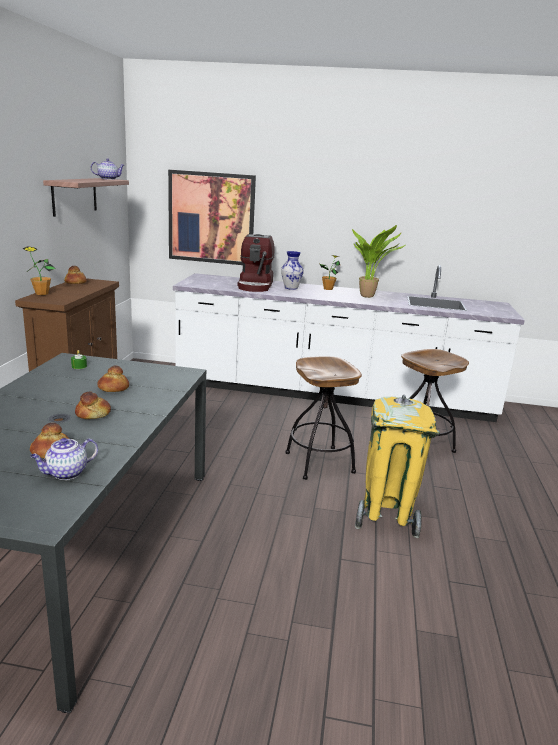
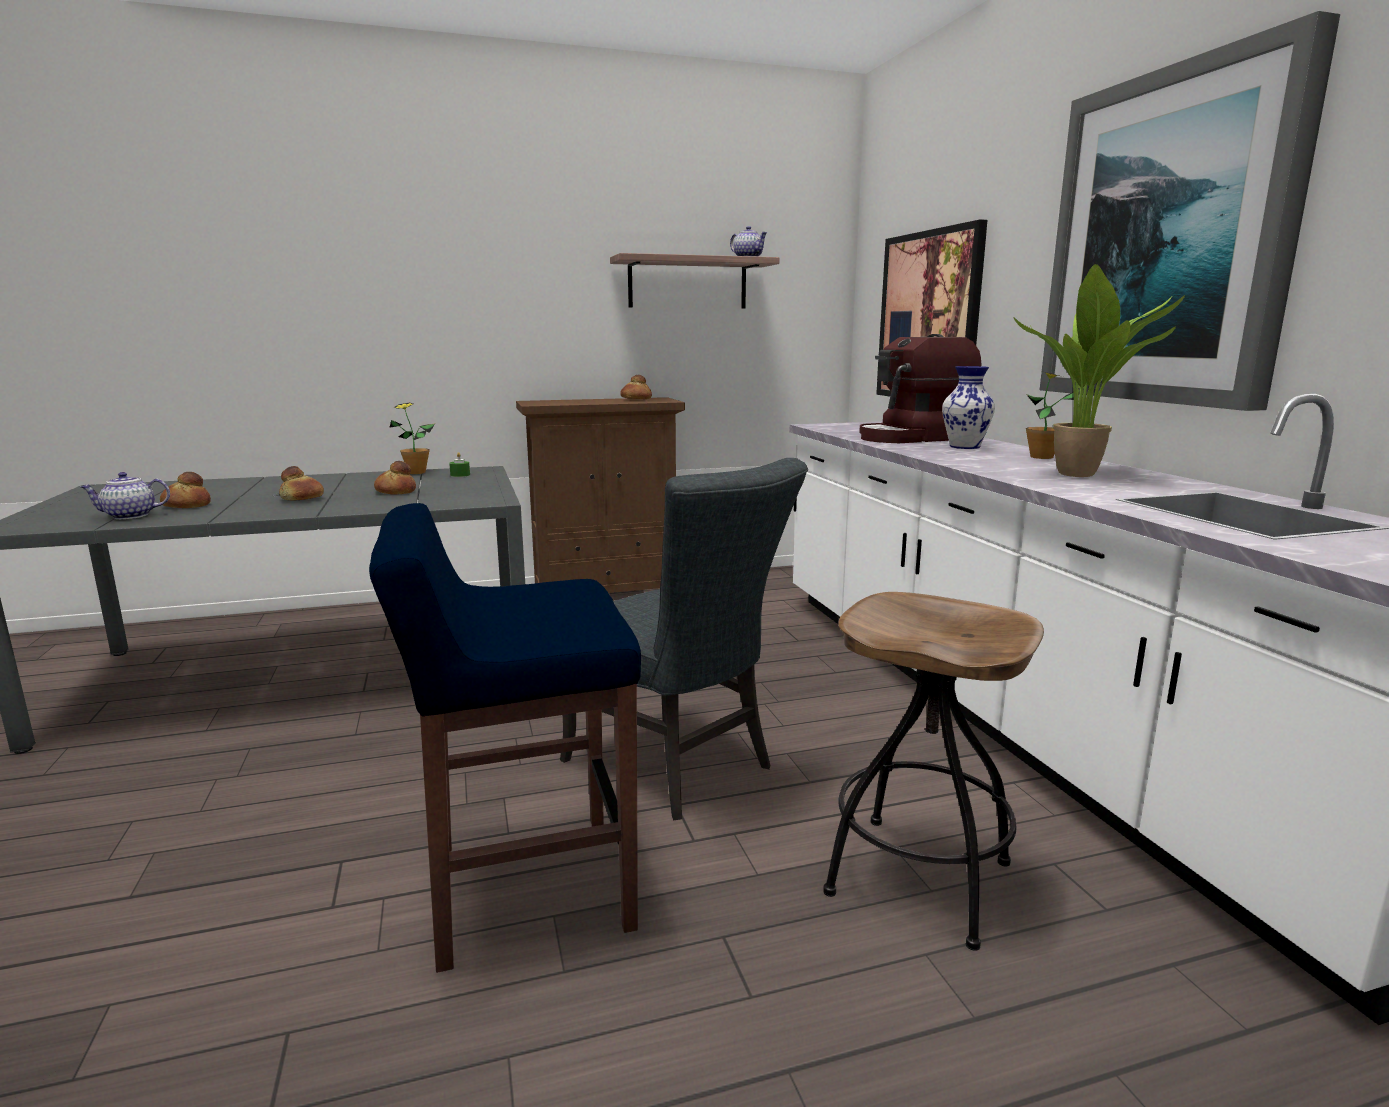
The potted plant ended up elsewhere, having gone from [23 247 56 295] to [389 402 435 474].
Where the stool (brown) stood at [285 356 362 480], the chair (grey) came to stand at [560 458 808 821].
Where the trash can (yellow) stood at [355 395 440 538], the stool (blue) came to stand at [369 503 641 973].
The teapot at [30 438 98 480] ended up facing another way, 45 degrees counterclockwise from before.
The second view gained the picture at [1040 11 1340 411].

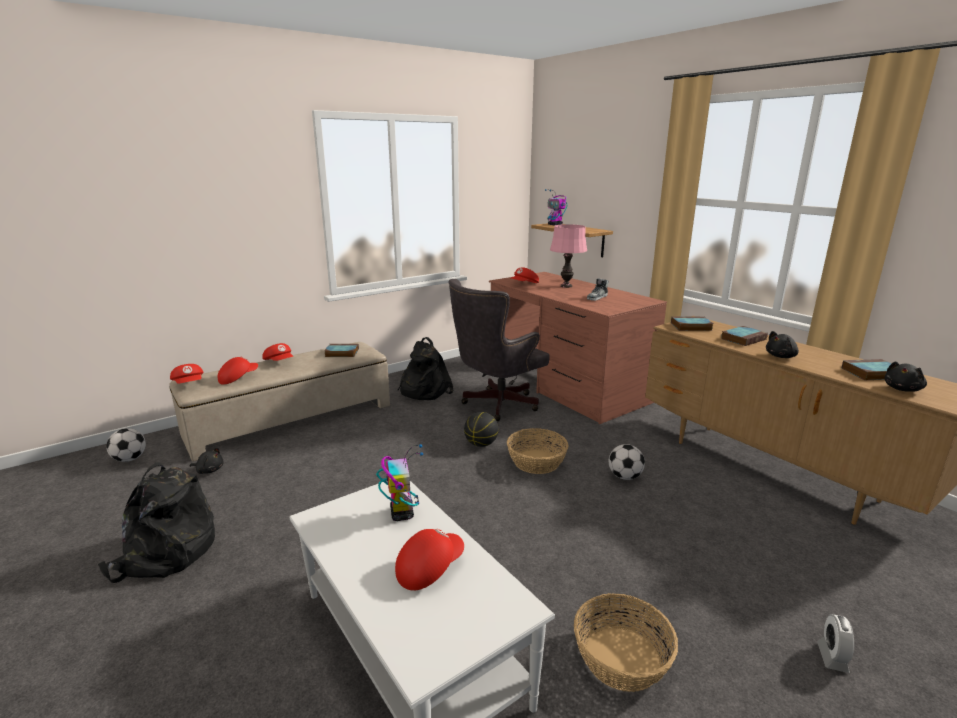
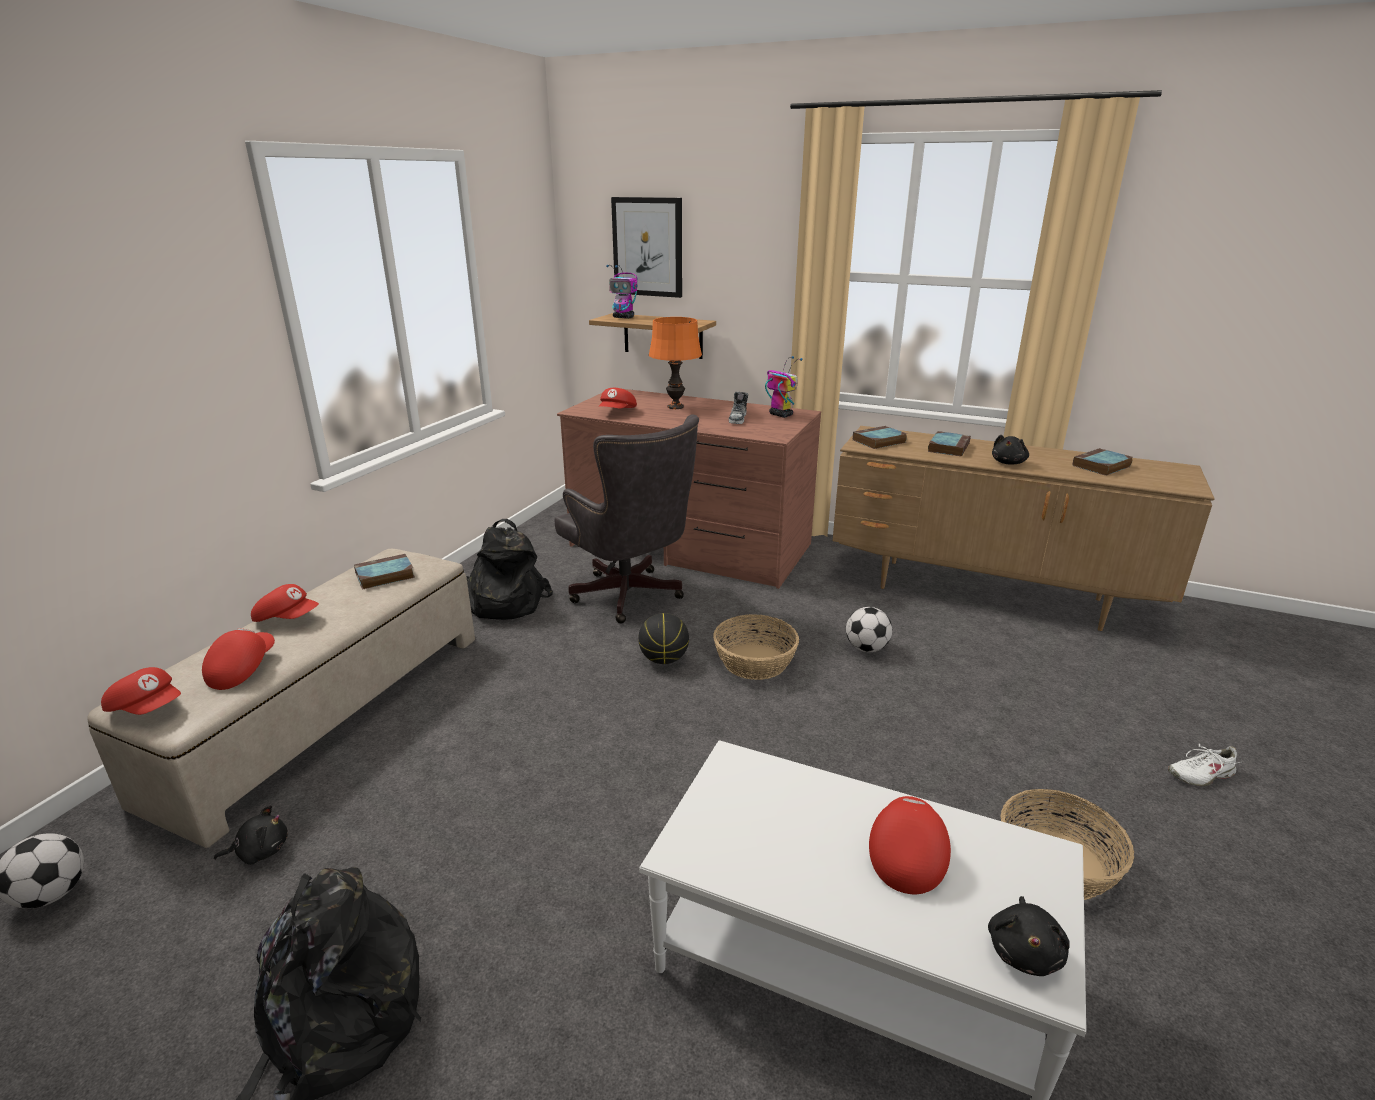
What was the table lamp (pink) at [550 224 587 288] turned into the table lamp (orange) at [649 317 702 409].
The office chair (grey) at [449 279 550 421] ended up facing another way, 60 degrees counterclockwise from before.
The plush toy (black) ended up elsewhere, having gone from [885 361 927 392] to [988 896 1070 976].
The toy robot ended up elsewhere, having gone from [376 444 423 521] to [765 356 803 418].
Where the alarm clock stood at [817 614 854 673], the shoe (white) came to stand at [1168 743 1240 786].
The second view gained the picture at [611 197 682 298].

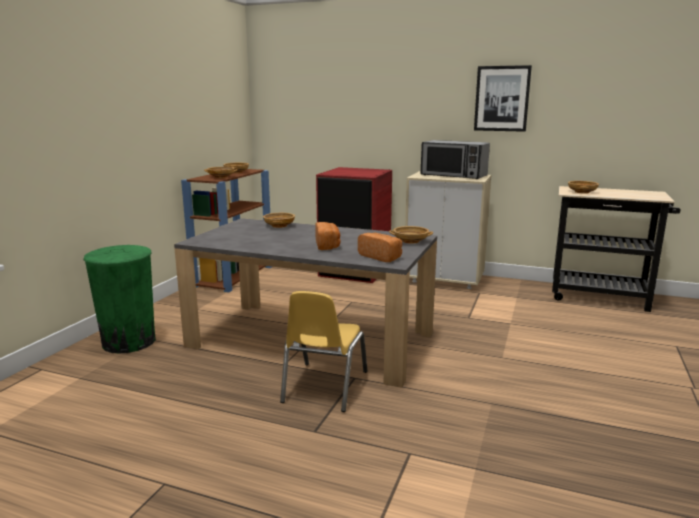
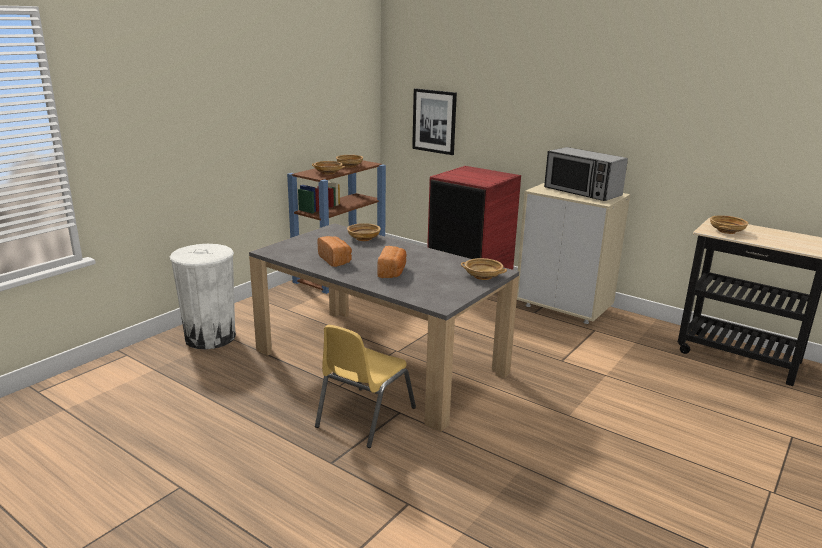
The picture ended up elsewhere, having gone from [474 65 532 132] to [412 88 457 155].
The bread ended up elsewhere, having gone from [358 233 402 262] to [318 236 352 267].
What was the trash can (green) at [83 245 156 354] turned into the trash can (white) at [170 244 236 349].

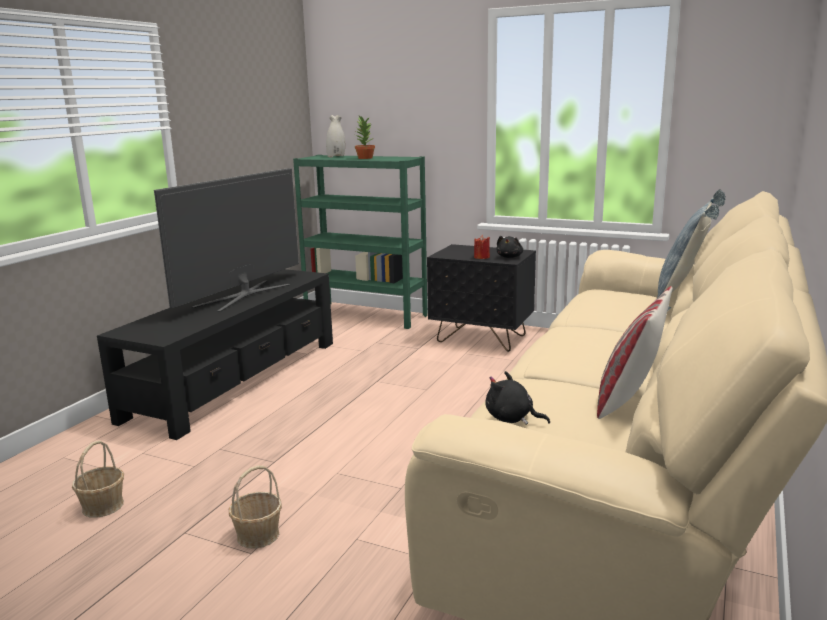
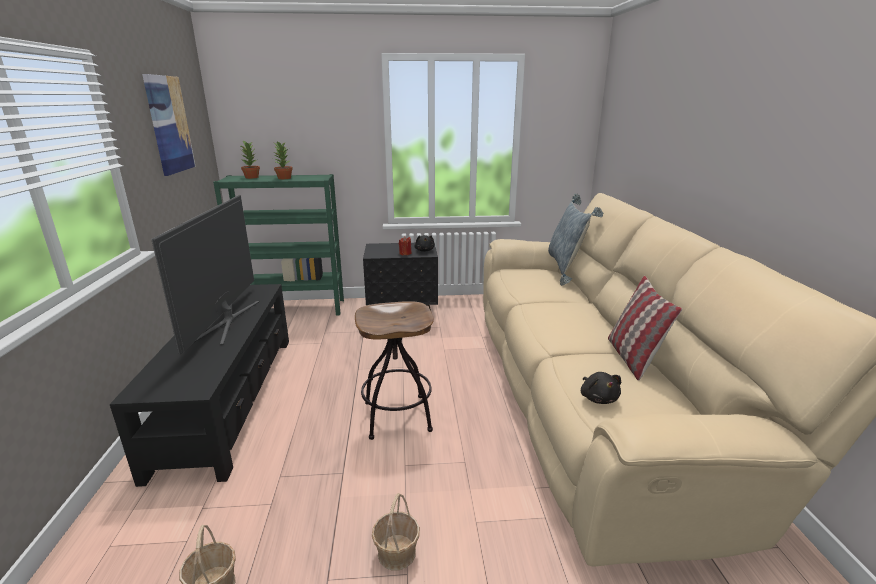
Where the vase (white) stood at [326 115 345 158], the potted plant came to stand at [239 140 260 179].
The plush toy (black) at [485 371 550 425] ended up facing another way, 105 degrees counterclockwise from before.
The second view gained the picture at [142 74 196 176].
The second view gained the stool (brown) at [355 301 434 440].

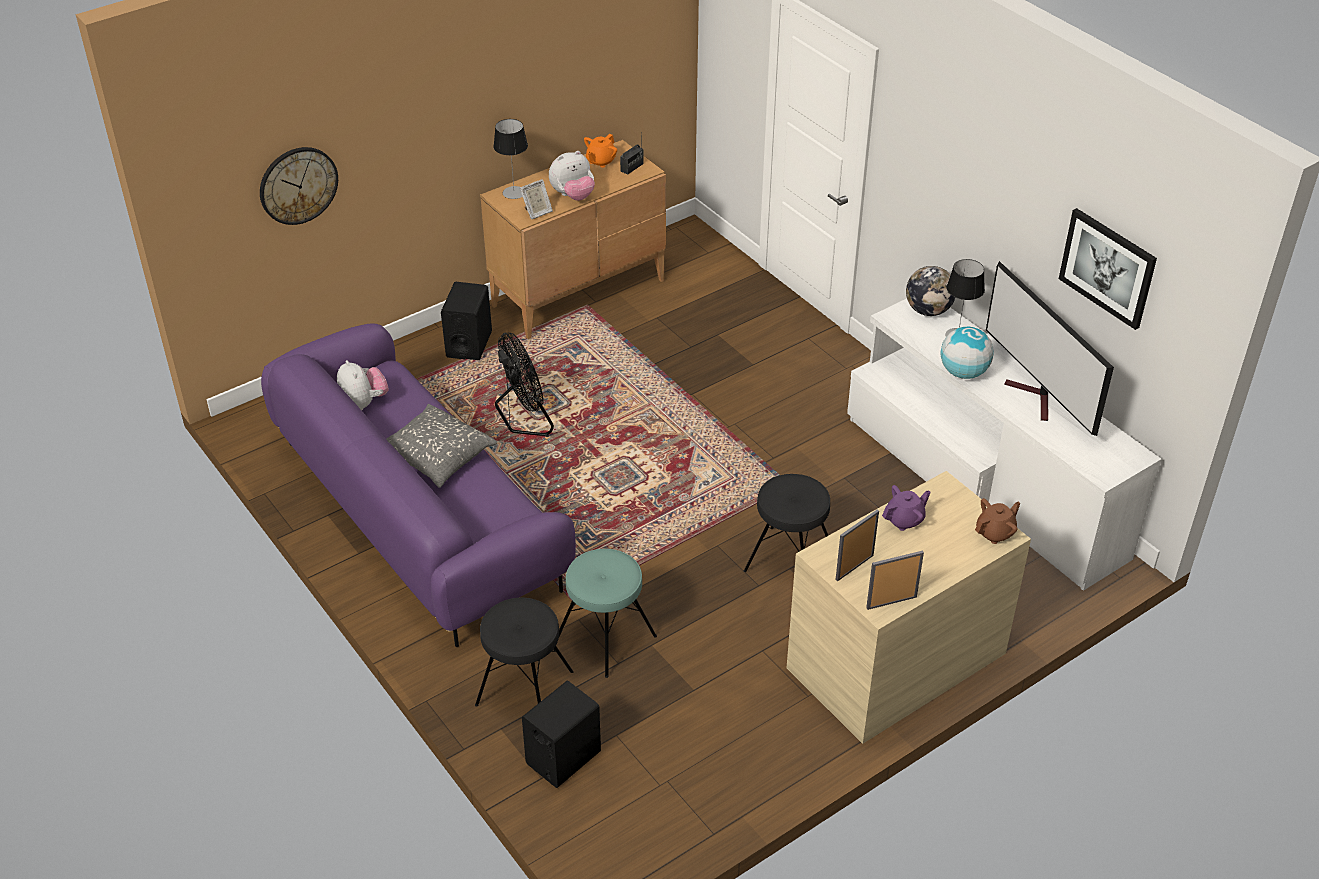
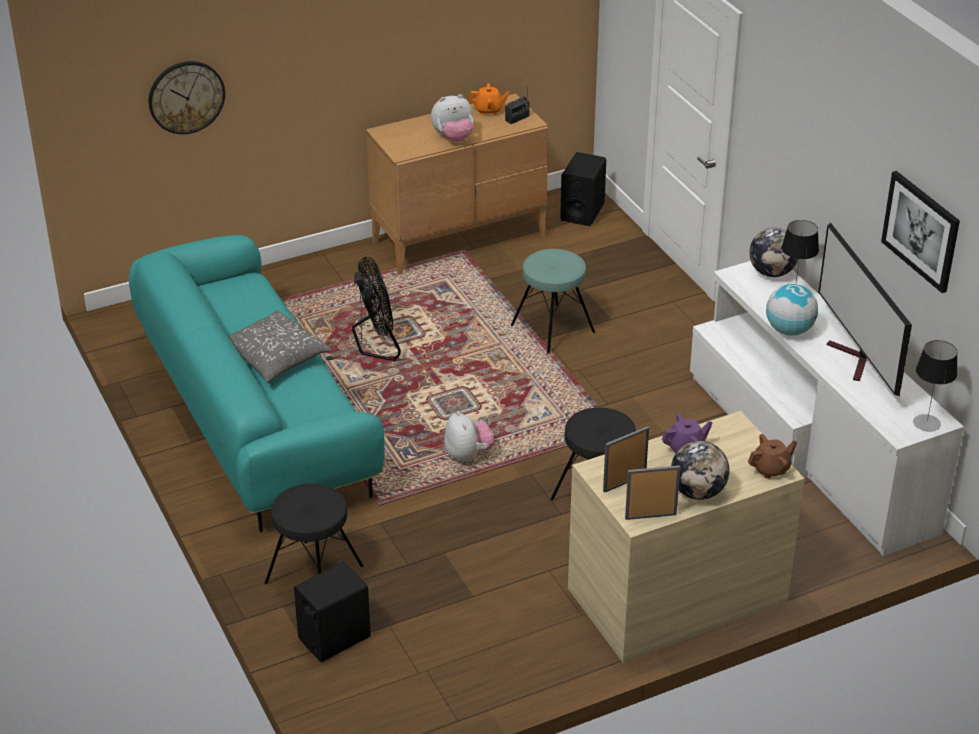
The table lamp ended up elsewhere, having gone from [493 119 528 199] to [913 340 957 432].
The teapot (orange) at [584 134 617 168] ended up facing another way, 135 degrees counterclockwise from before.
The second view lost the picture frame at [520 179 553 219].
The speaker (black) ended up elsewhere, having gone from [441 282 492 360] to [560 152 606 226].
What was the sofa (purple) at [261 323 576 647] turned into the sofa (turquoise) at [129 235 385 532].
The plush toy ended up elsewhere, having gone from [337 360 389 410] to [444 411 495 462].
The stool (turquoise) ended up elsewhere, having gone from [559 549 657 678] to [511 249 595 354].
The second view gained the globe at [671 441 729 500].

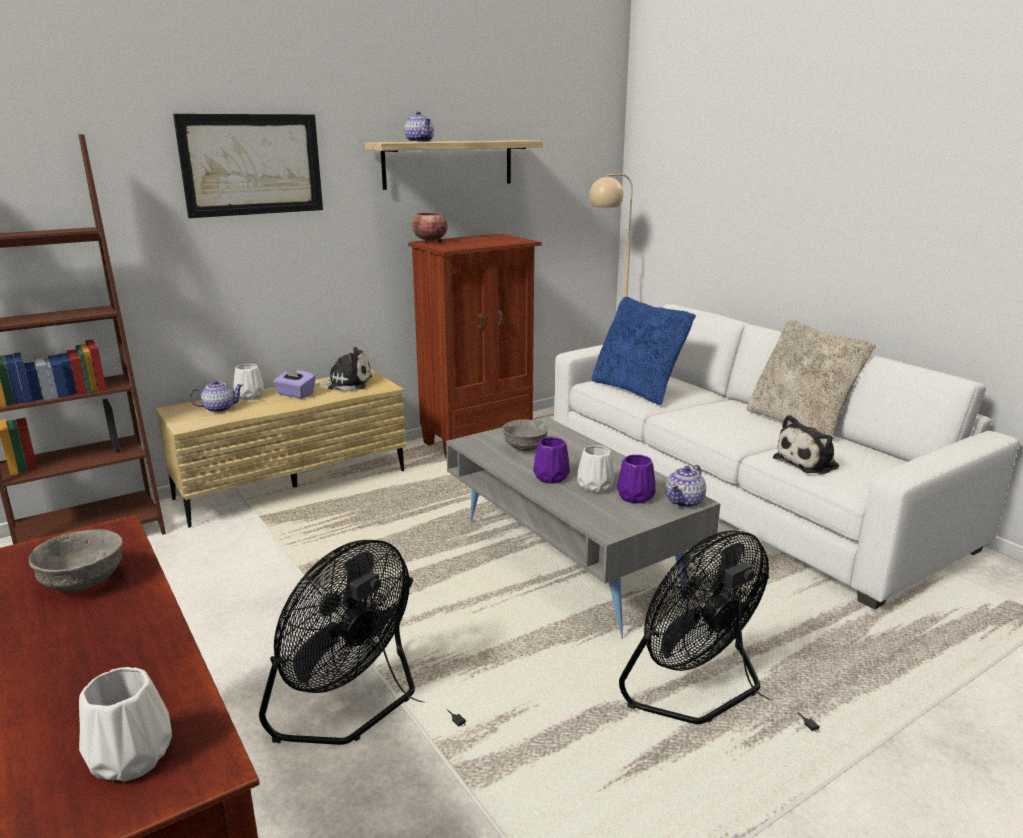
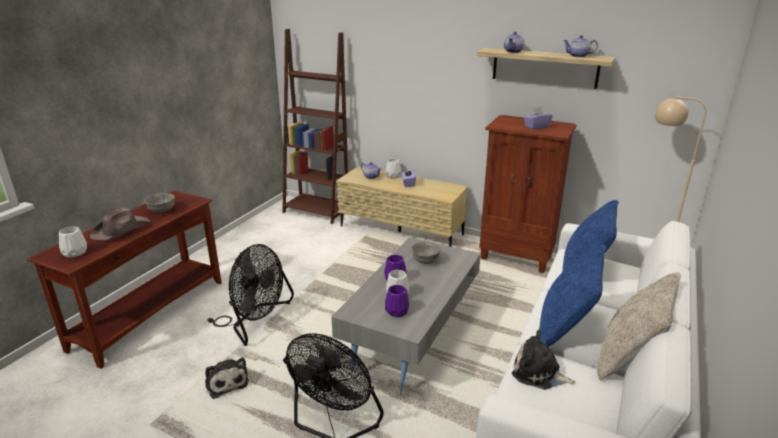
The second view lost the picture at [173 114 323 218].
The second view lost the bowl at [412 213 447 243].
The plush toy ended up elsewhere, having gone from [315 347 372 391] to [205 357 249 399].
The teapot ended up elsewhere, having gone from [665 465 706 508] to [563 35 598 58].
The fan (black) at [259 540 466 745] ended up facing another way, 105 degrees clockwise from before.
The second view gained the tissue box (purple) at [524 107 553 130].
The second view gained the hat (brown) at [90 208 150 241].
The second view gained the pillow (blue) at [539 245 606 347].

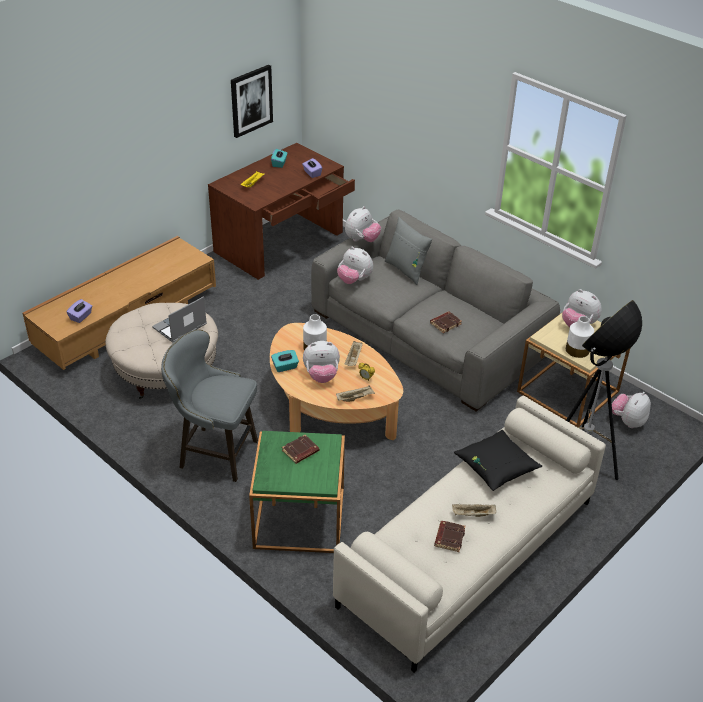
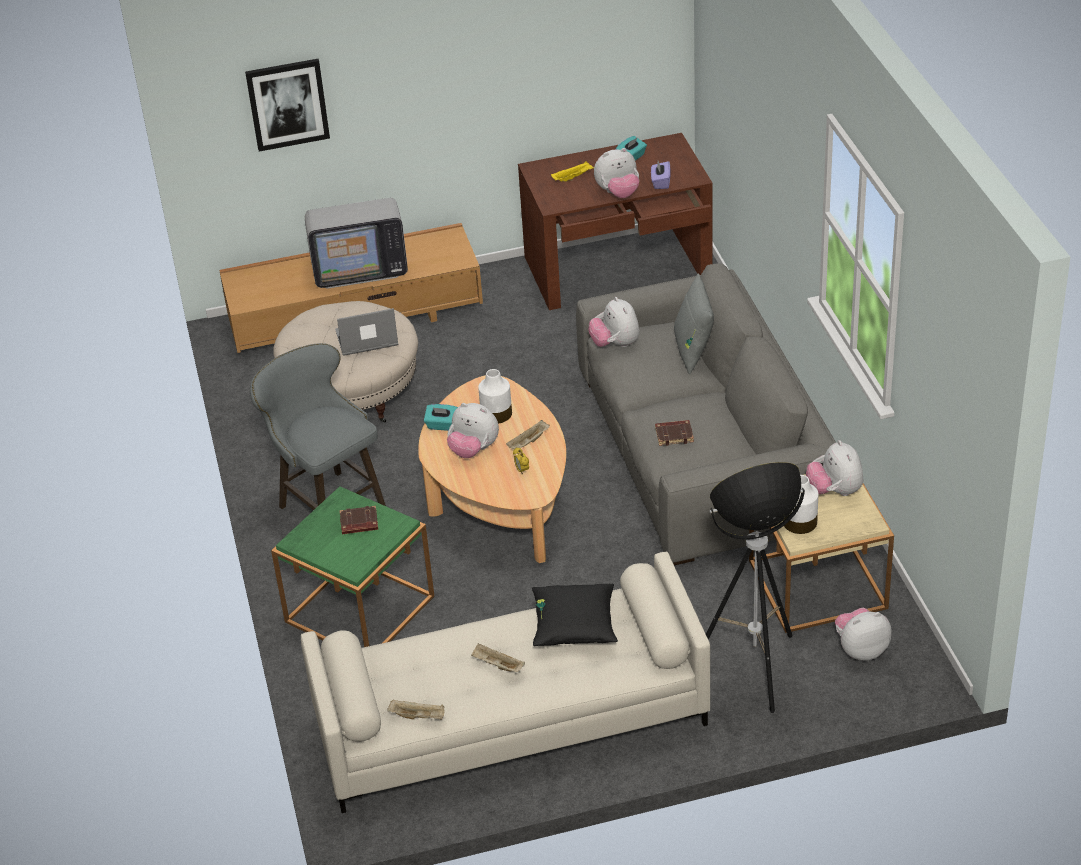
The picture ended up elsewhere, having gone from [231 65 273 138] to [245 59 330 152].
The plush toy ended up elsewhere, having gone from [345 206 381 242] to [594 148 639 198].
The second view lost the tissue box (purple) at [67 299 92 323].
The tray (beige) ended up elsewhere, having gone from [336 385 375 402] to [387 699 445 720].
The second view lost the book (brown) at [434 521 466 552].
The second view gained the television at [305 198 408 288].

